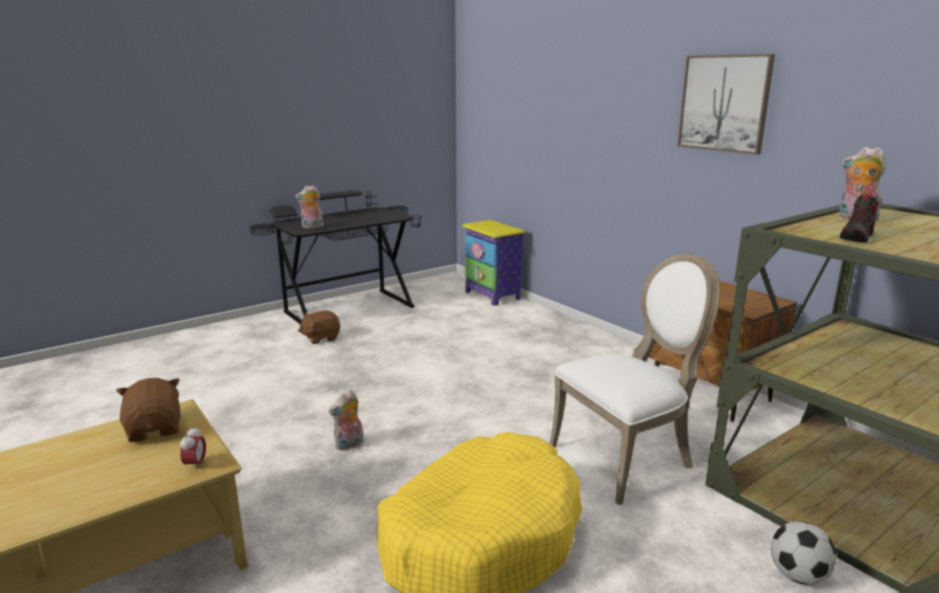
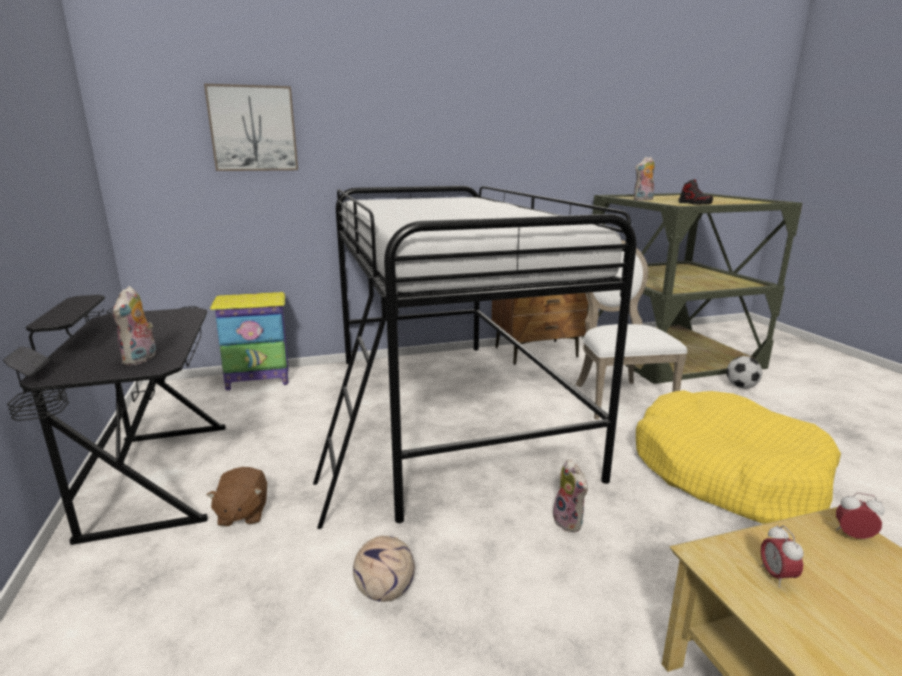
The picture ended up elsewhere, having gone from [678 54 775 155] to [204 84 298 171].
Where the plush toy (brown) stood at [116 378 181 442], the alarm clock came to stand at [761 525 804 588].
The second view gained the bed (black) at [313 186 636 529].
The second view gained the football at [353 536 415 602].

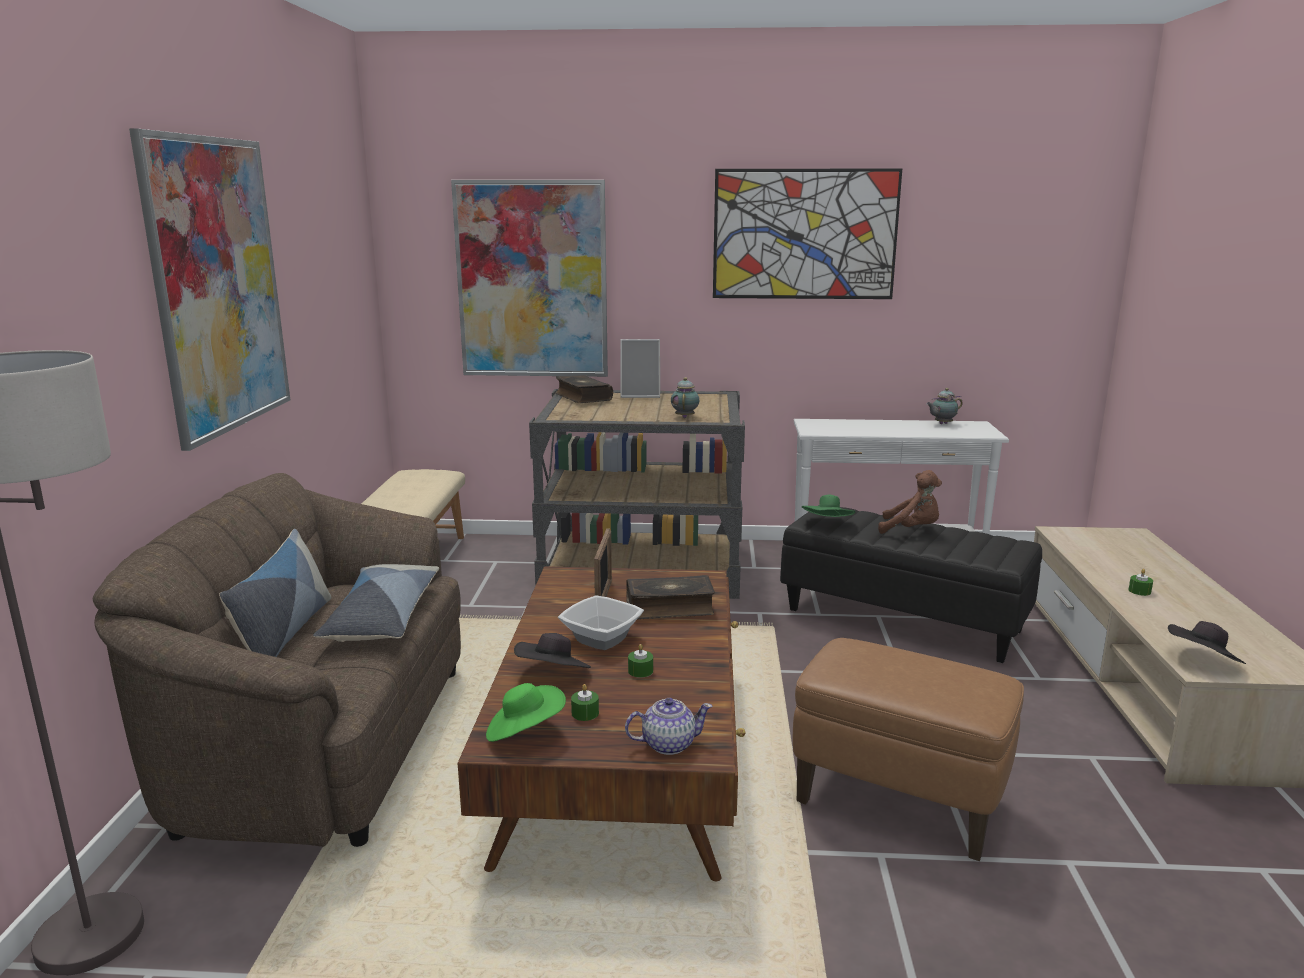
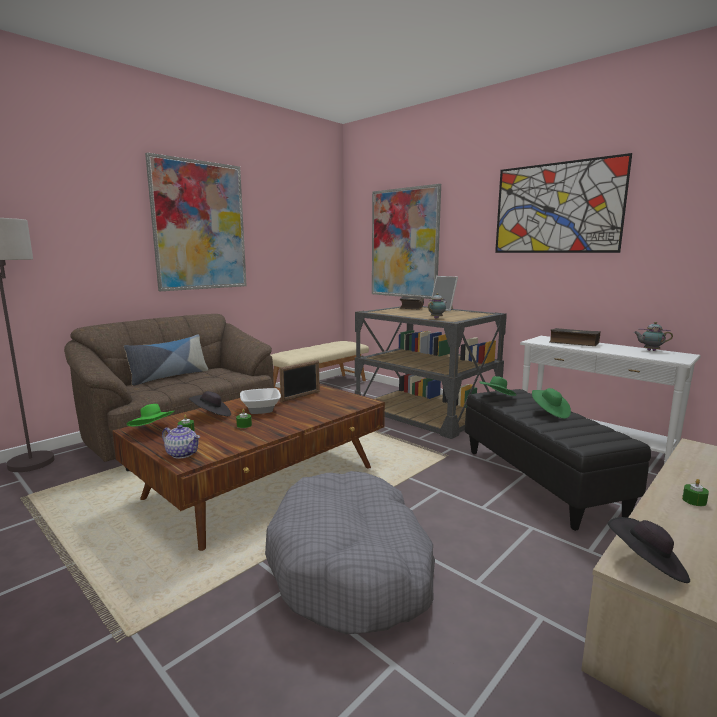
Where the plush toy (brown) stood at [878 470 942 534], the hat (green) came to stand at [532 388 571 419].
The second view lost the pillow at [313 564 439 642].
The book ended up elsewhere, having gone from [626 575 715 620] to [549 328 601 346].
Where the ottoman (brown) stood at [793 638 1024 861], the dog bed (grey) came to stand at [265 471 435 634].

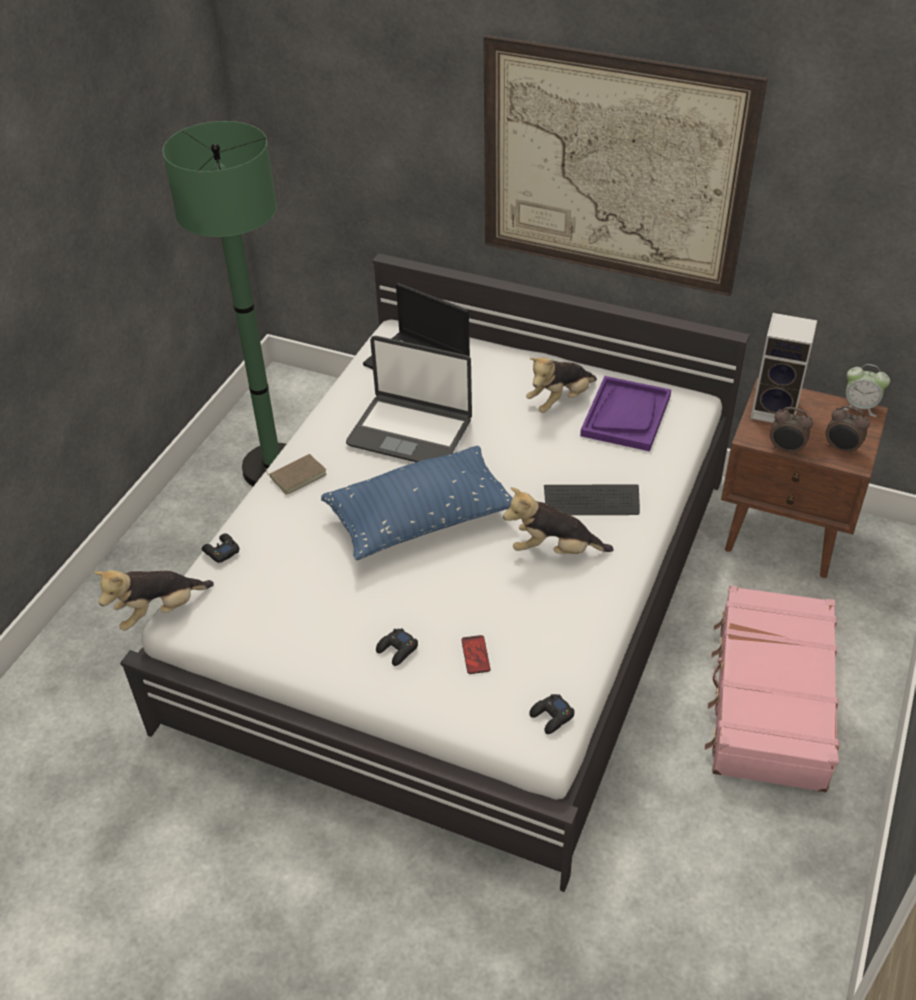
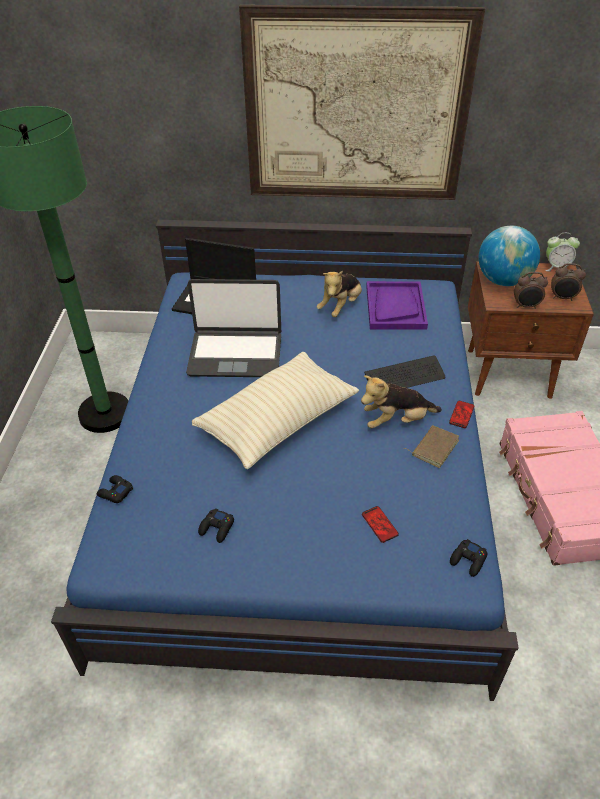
What was the bed (white) at [120 253 750 892] turned into the bed (blue) at [51 220 519 701].
Where the speaker stood at [751 313 817 423], the globe came to stand at [479 226 540 286].
What was the pillow (blue) at [321 446 513 560] turned into the pillow (beige) at [192 352 359 469].
The book (brown) ended up elsewhere, having gone from [265 454 327 495] to [404 425 459 468].
The second view lost the plush toy at [94 570 214 631].
The game controller (black) ended up elsewhere, having gone from [376 628 418 666] to [198 508 234 543].
The second view gained the phone at [449 401 475 428].

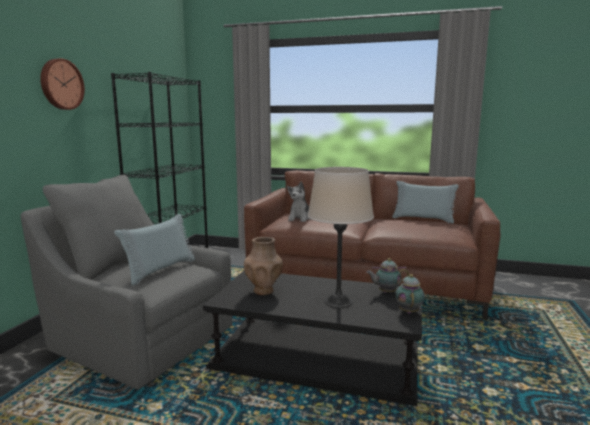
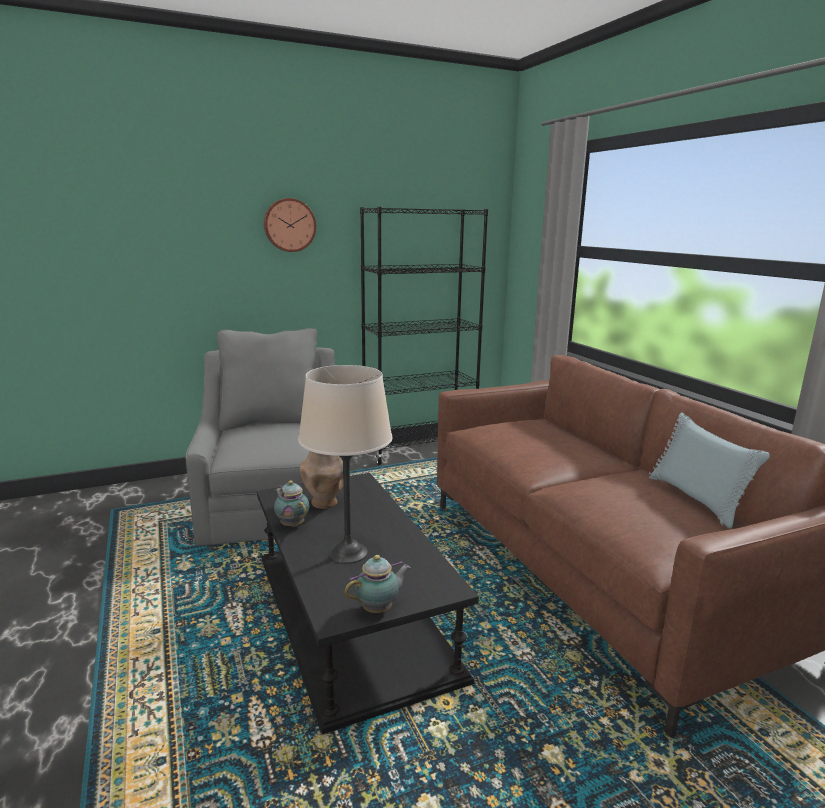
The second view lost the plush toy at [287 181 311 222].
The second view lost the pillow (blue) at [114 214 195 285].
The teapot ended up elsewhere, having gone from [366 258 409 293] to [274 481 310 527].

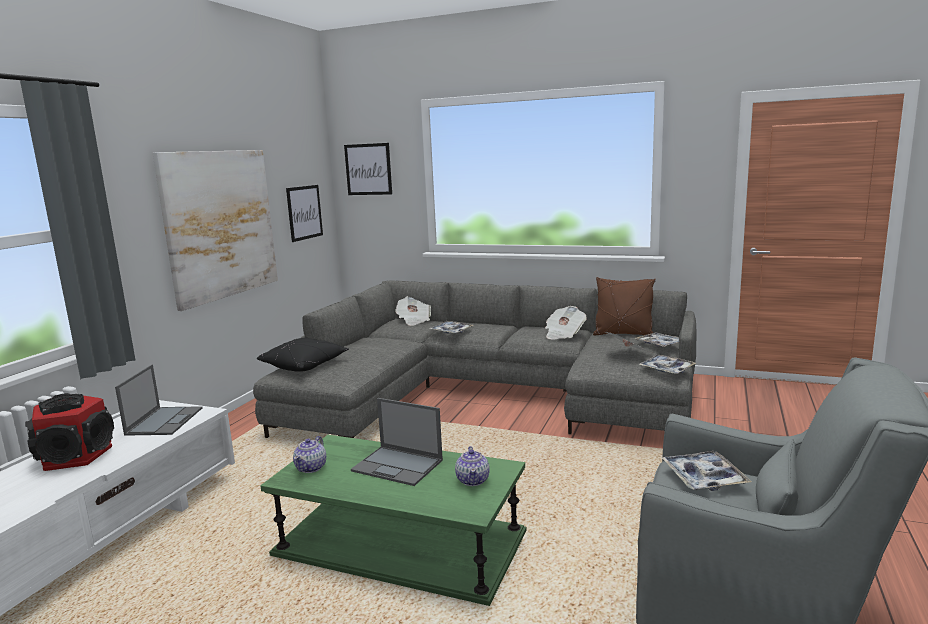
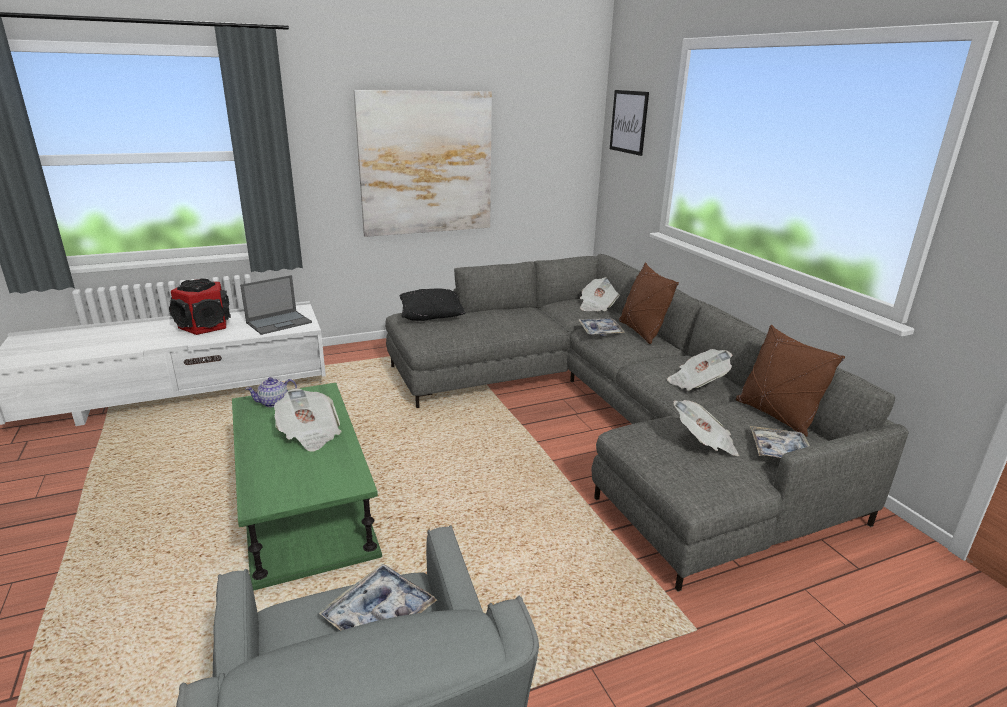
The second view lost the picture at [286 185 323 242].
The second view lost the tray at [638 355 696 374].
Where the laptop stood at [351 398 443 486], the newspaper came to stand at [274 388 341 452].
The second view lost the teapot at [455 446 490 486].
The second view gained the pillow (brown) at [619 263 679 344].

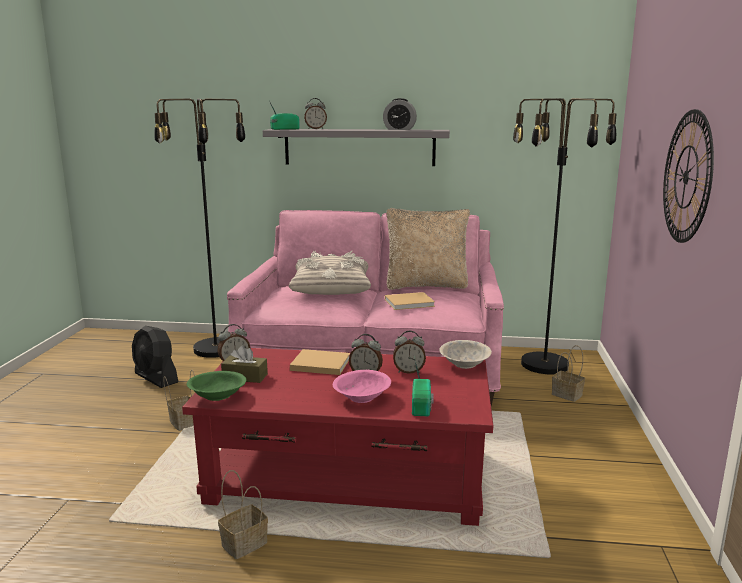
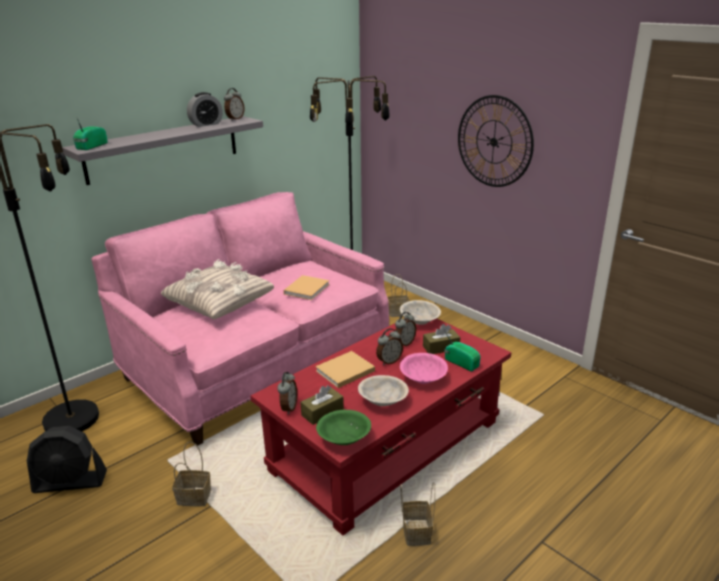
The alarm clock ended up elsewhere, having gone from [304 98 327 129] to [224 88 245 121].
The second view lost the pillow (beige) at [386 208 471 290].
The second view gained the tissue box (brown) at [423 324 460 354].
The second view gained the bowl (beige) at [358 375 409 406].

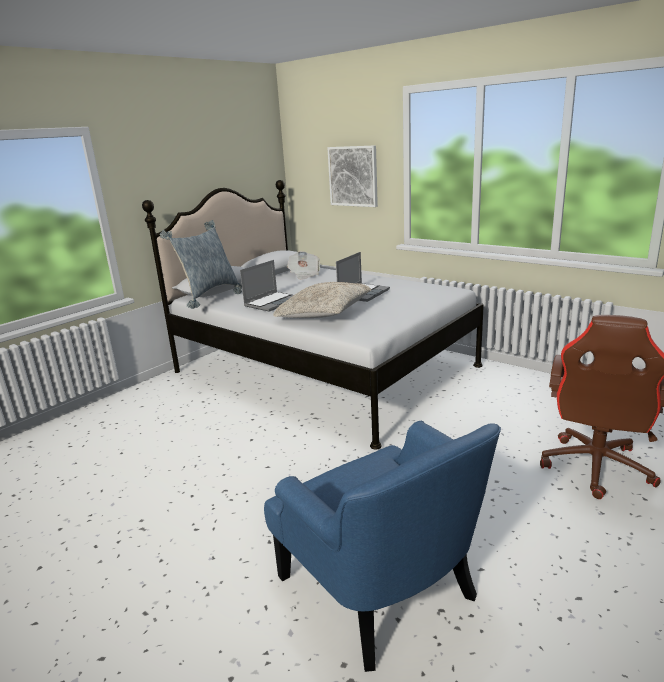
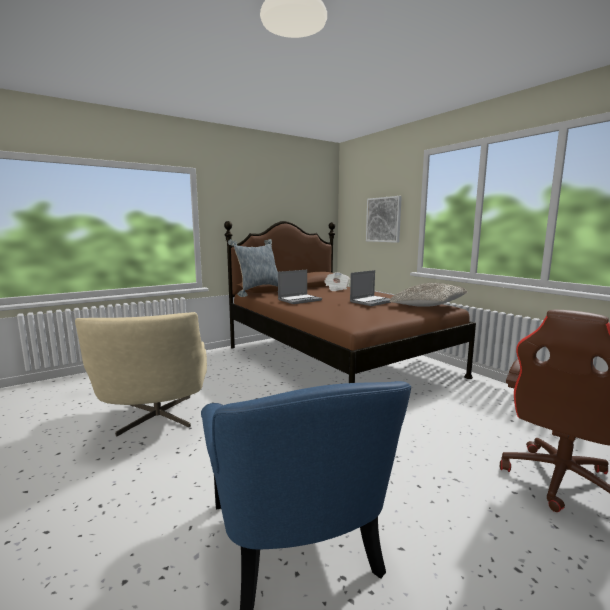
What was the bed (white) at [142 180 484 450] turned into the bed (brown) at [224 221 476 383].
The pillow (beige) ended up elsewhere, having gone from [273 282 371 318] to [390 283 468 307].
The second view gained the armchair (beige) at [75 312 207 436].

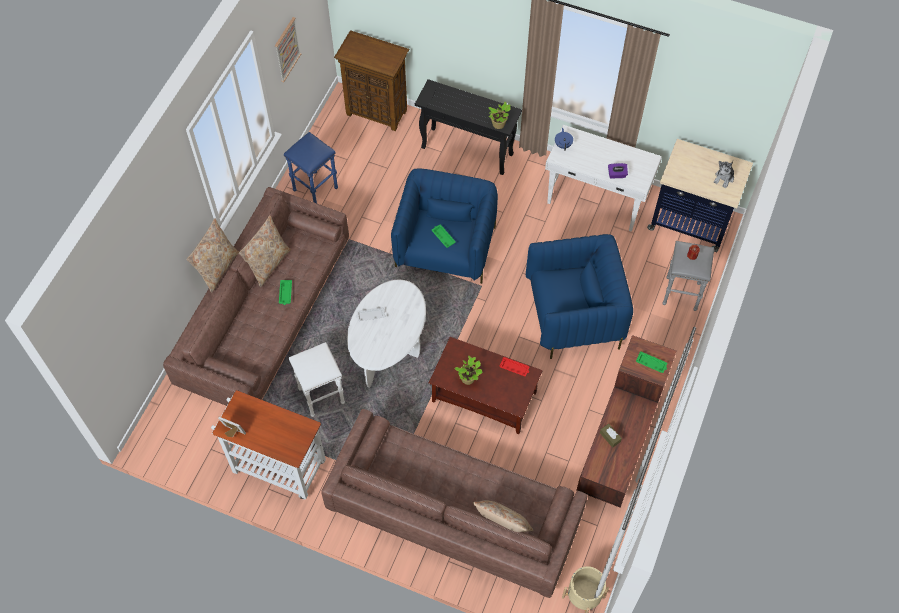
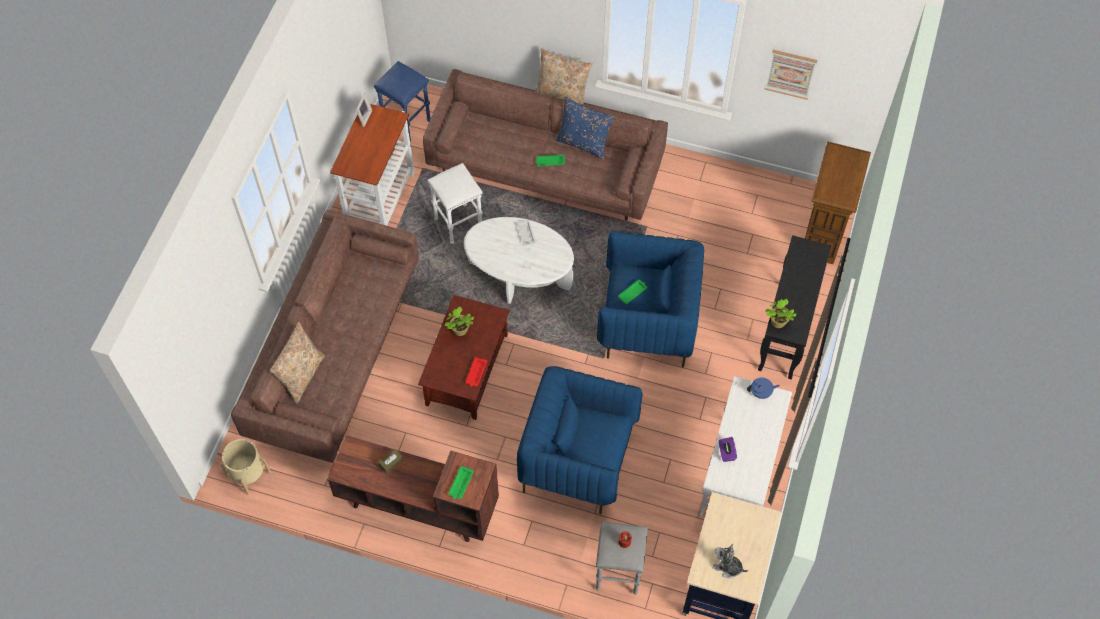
The stool (blue) ended up elsewhere, having gone from [284 132 338 203] to [374 61 431 142].
What was the pillow (beige) at [239 215 291 287] turned into the pillow (blue) at [555 97 614 160].
The armchair (blue) at [526 234 633 359] ended up facing another way, 120 degrees clockwise from before.

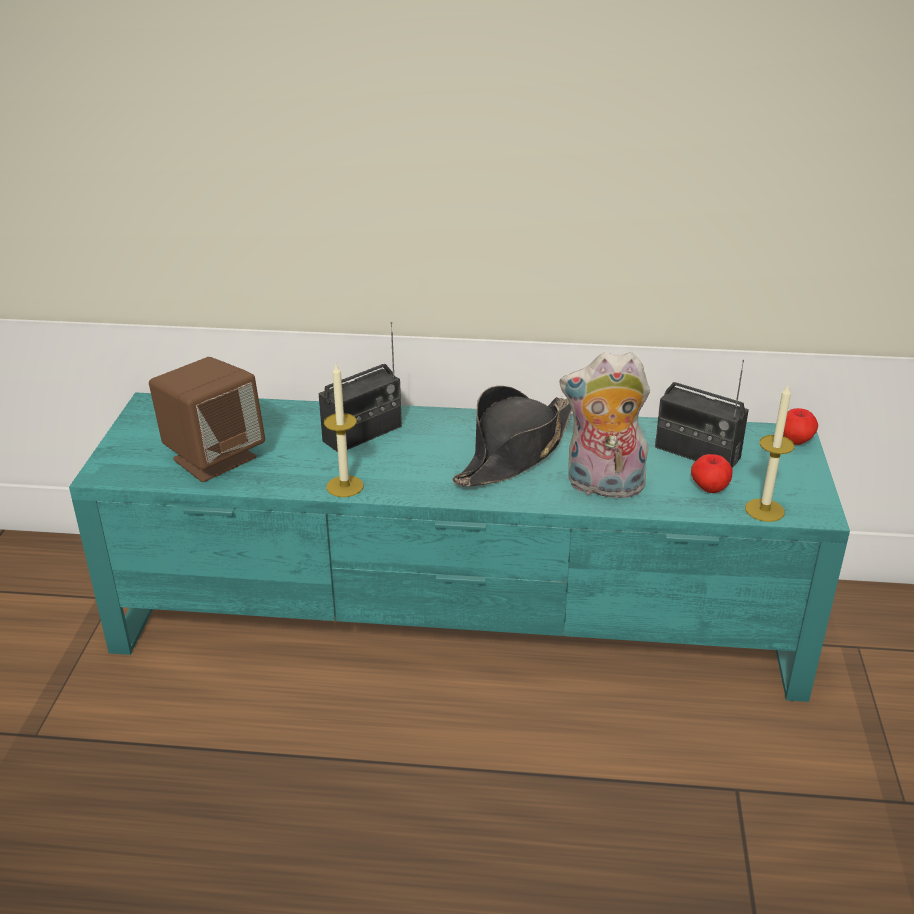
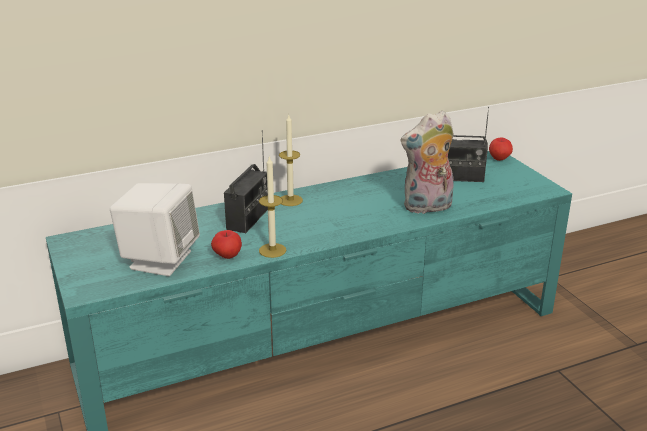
What was the speaker (brown) at [149 357 265 482] turned into the speaker (white) at [110 183 200 276].
The candle ended up elsewhere, having gone from [745 385 795 522] to [279 115 303 206].
The second view lost the hat (black) at [452 386 572 487].
The apple ended up elsewhere, having gone from [691 454 733 493] to [211 230 242 259].

